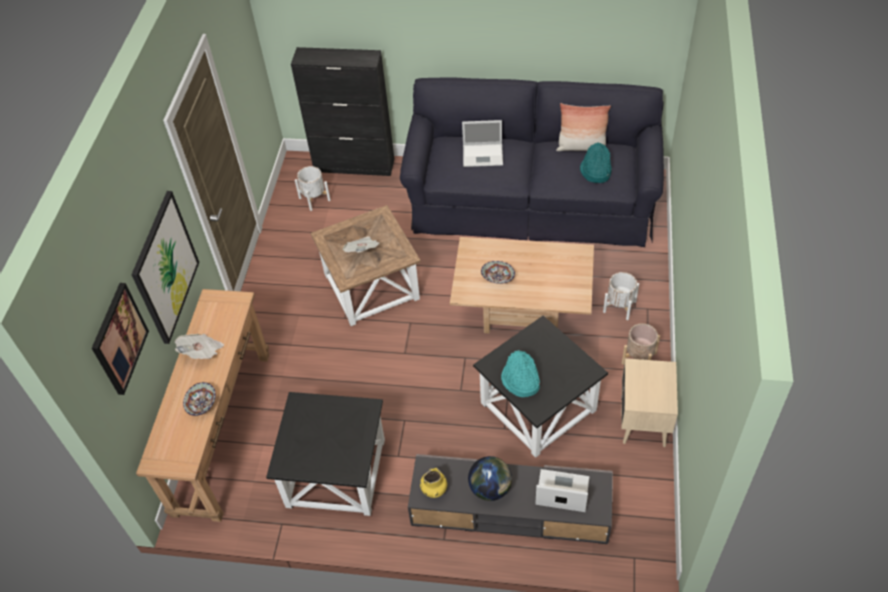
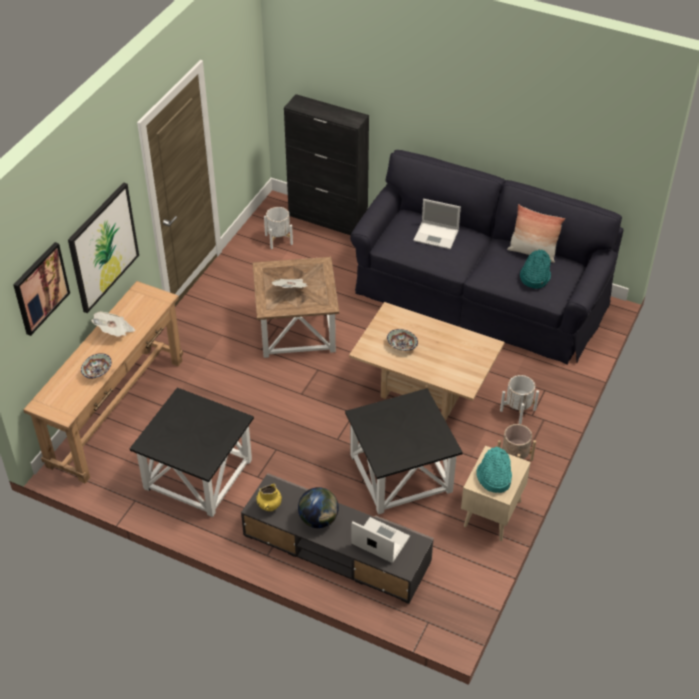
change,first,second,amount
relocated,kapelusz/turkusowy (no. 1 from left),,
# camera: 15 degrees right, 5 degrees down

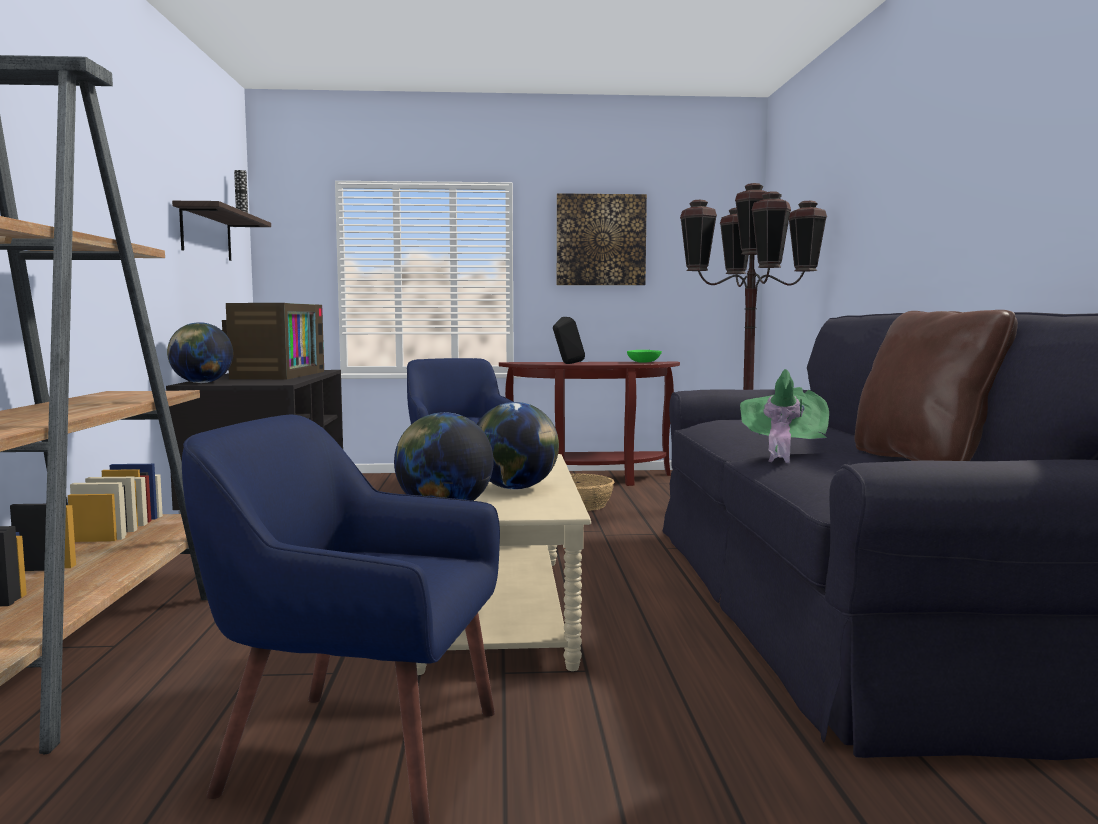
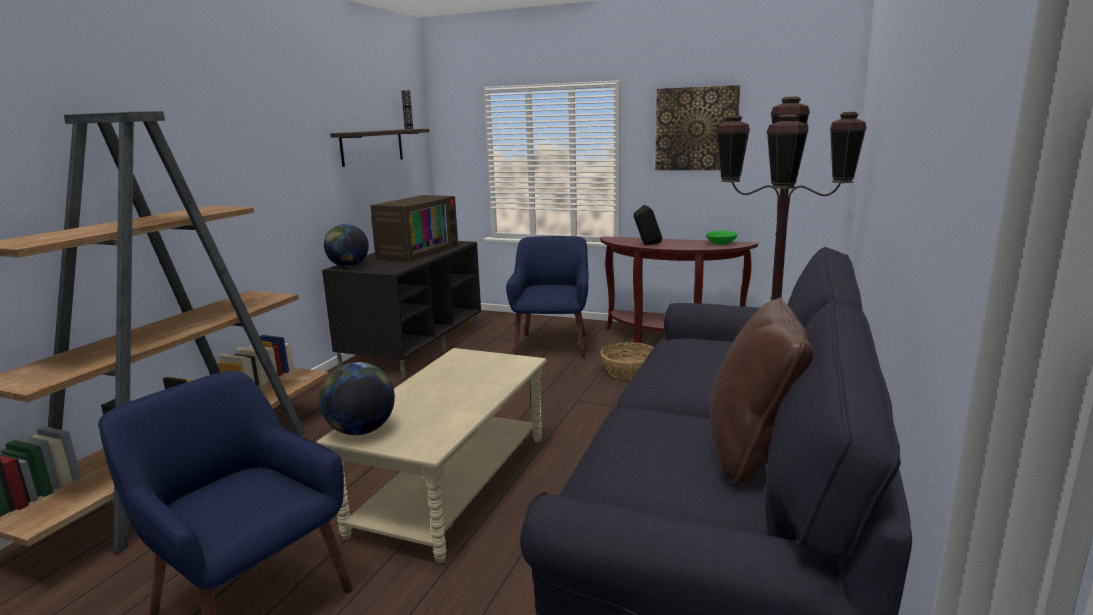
change,first,second,amount
missing,globus (no. 3 from left),,
missing,kapelusz/zielony,,
# camera: 25 degrees right, 10 degrees up

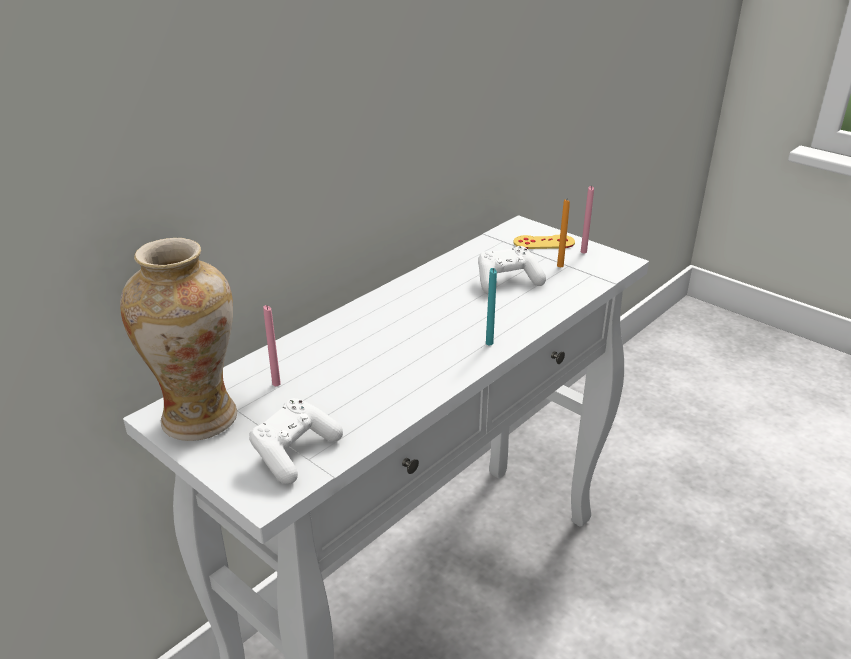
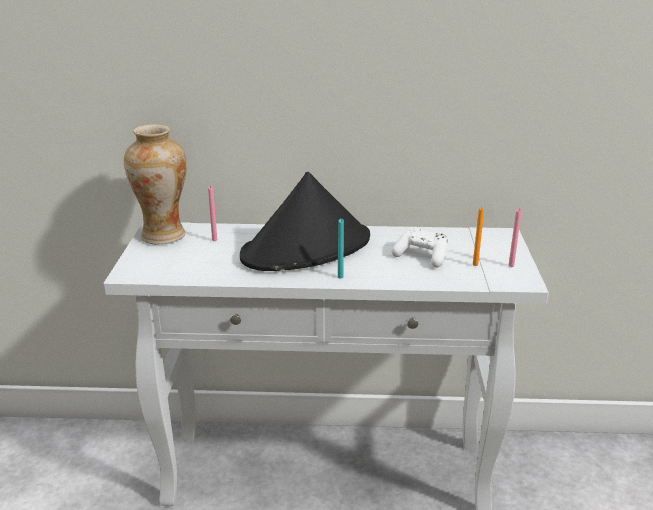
change,first,second,amount
missing,pad do gier/biały (no. 1 from left),,
missing,pad do gier/żółty,,
appeared,,kapelusz/czarny,
# camera: 50 degrees right, 5 degrees down

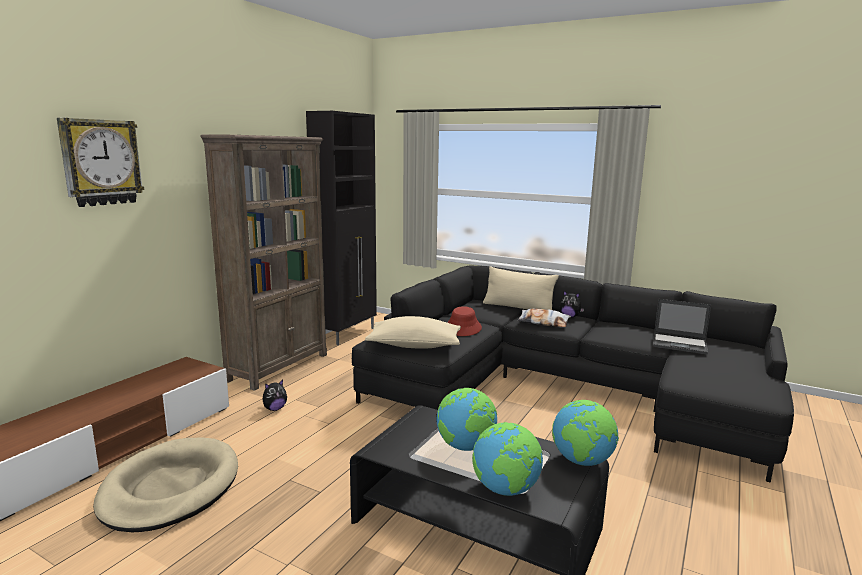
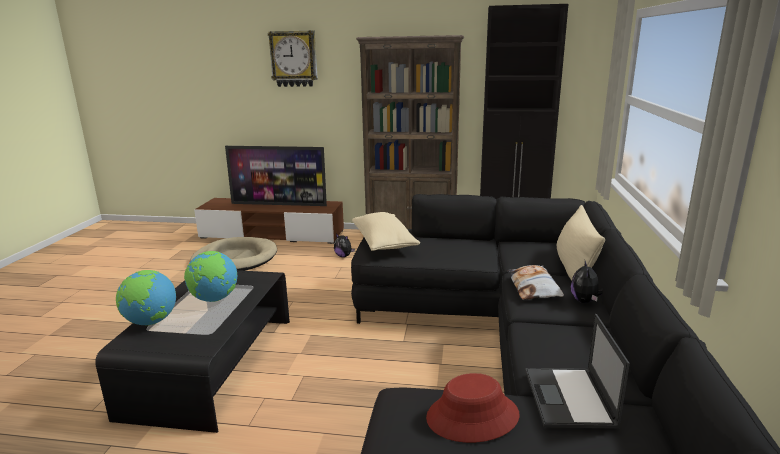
change,first,second,amount
missing,globus (no. 3 from left),,
appeared,,telewizor,
relocated,kapelusz/czerwony,,
# camera: 70 degrees right, 5 degrees up

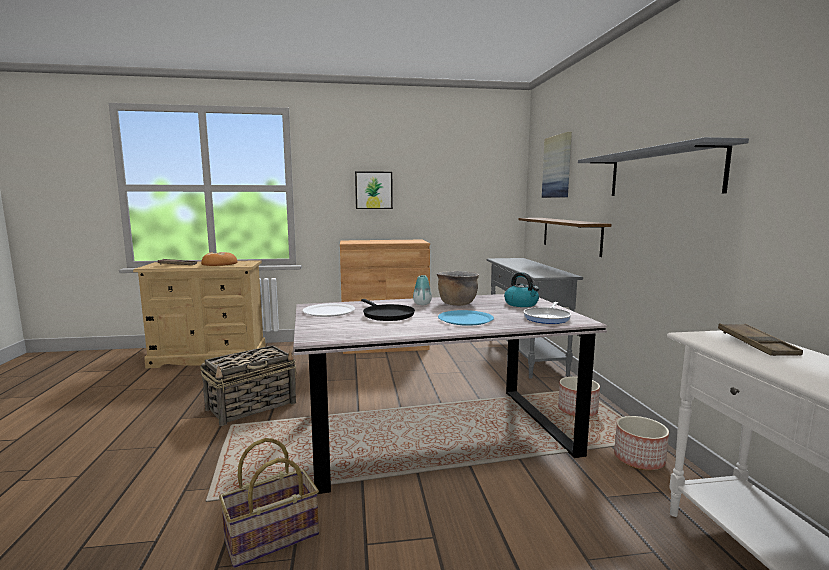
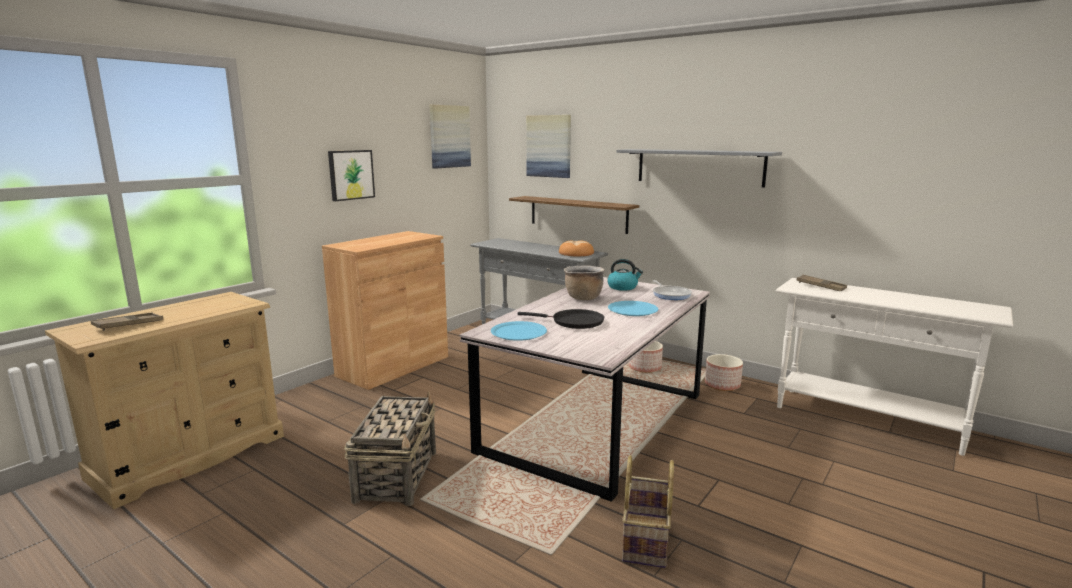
change,first,second,amount
missing,wazon,,
appeared,,obraz (no. 2 from left),
relocated,chleb,,
colour,talerz/biały,talerz/niebieski (no. 1 from left),
# camera: 45 degrees left, 5 degrees up

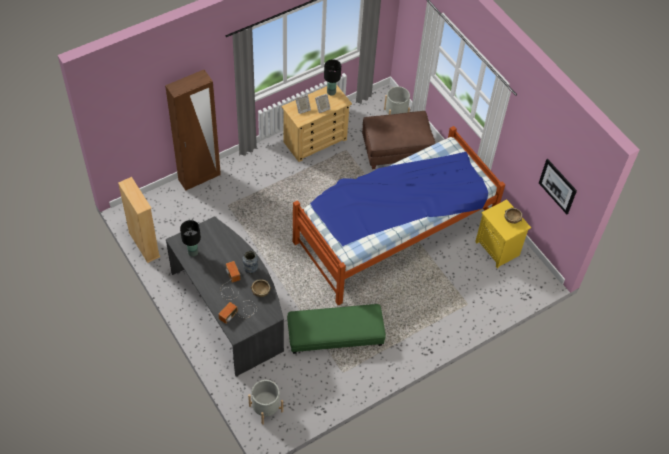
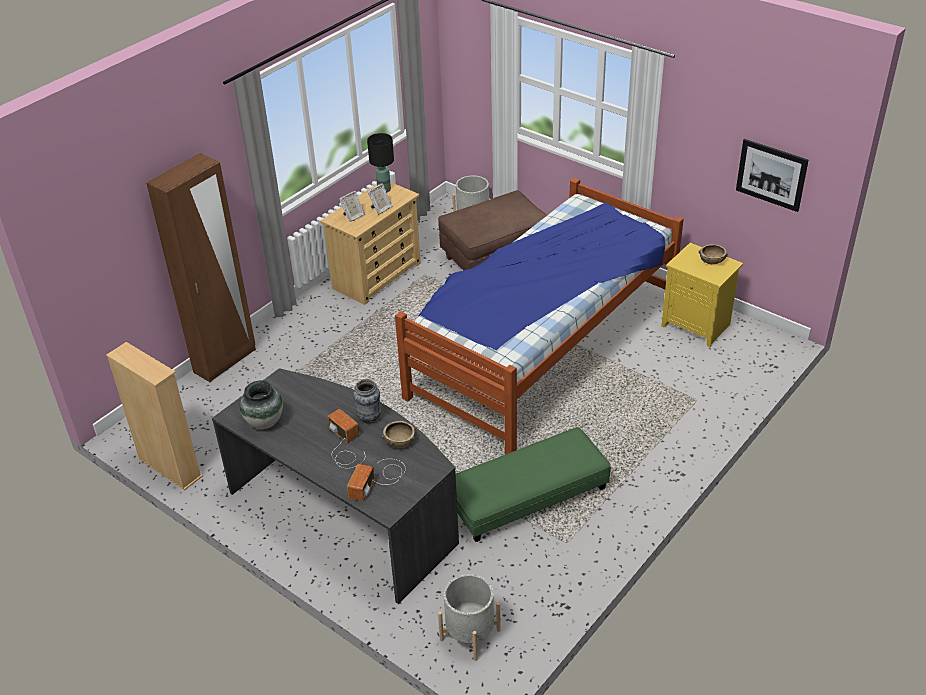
change,first,second,amount
exchanged,lampa stołowa/czarny (no. 1 from left),wazon (no. 1 from left),
# camera: 15 degrees left, 15 degrees down

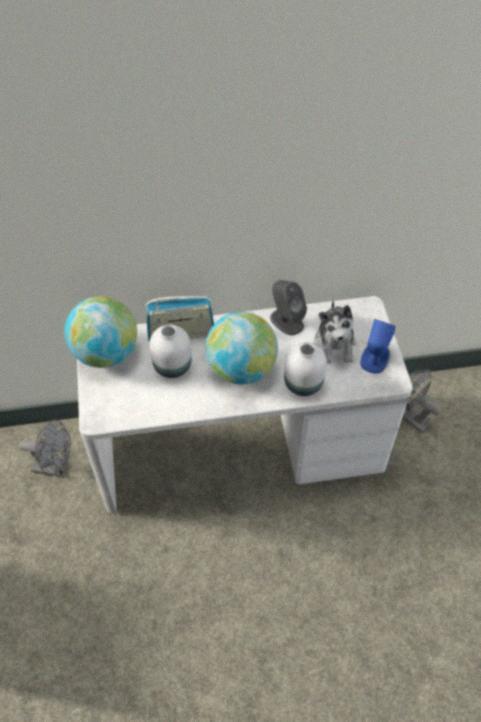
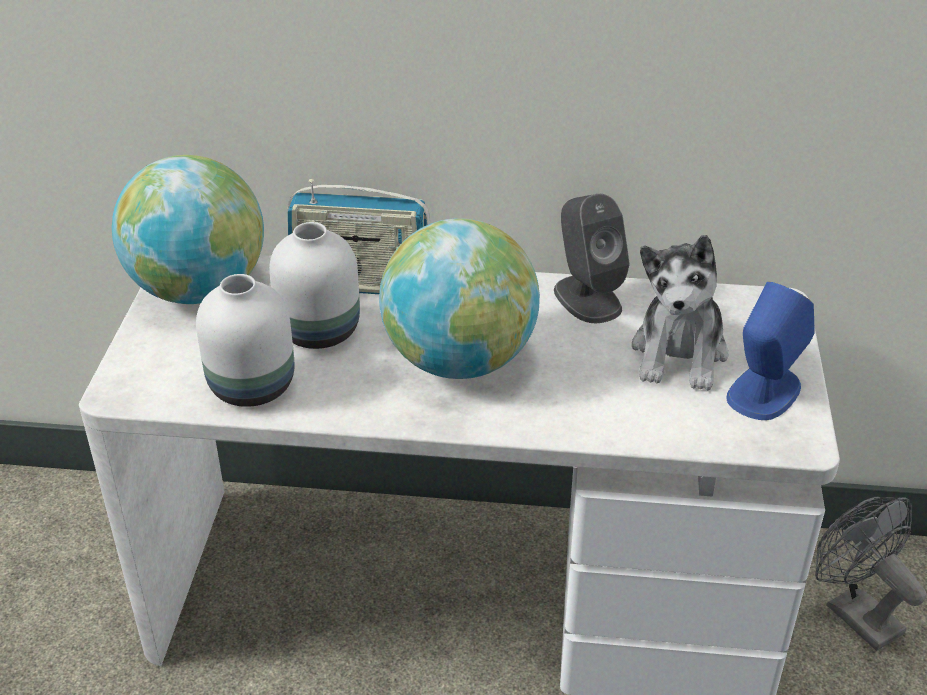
change,first,second,amount
missing,wentylator/szary (no. 1 from left),,
relocated,wazon/biały (no. 2 from left in the first image),wazon/biały (no. 1 from left),
# camera: 15 degrees right, 15 degrees down

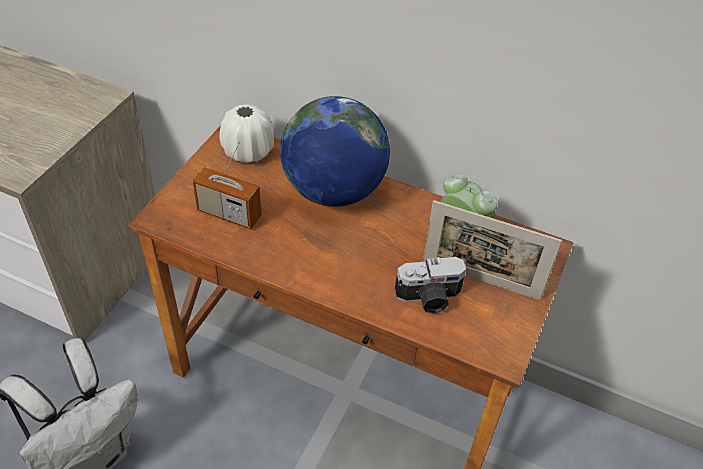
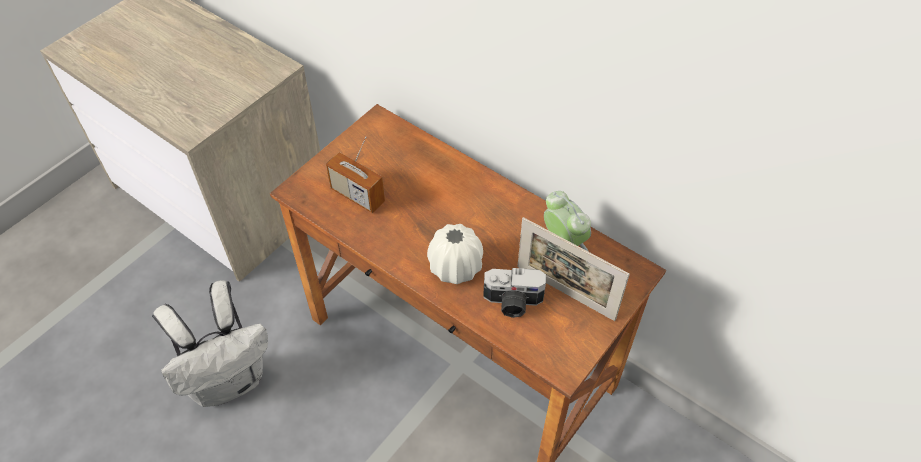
change,first,second,amount
missing,globus,,
relocated,wazon/biały,,
# camera: 15 degrees right, 5 degrees up

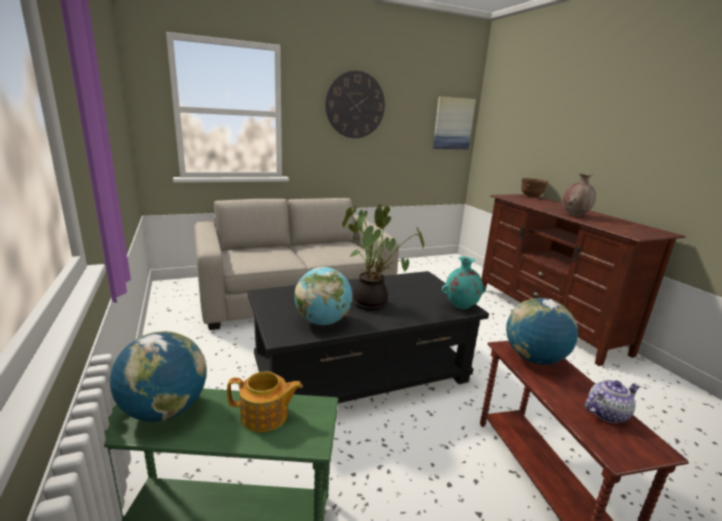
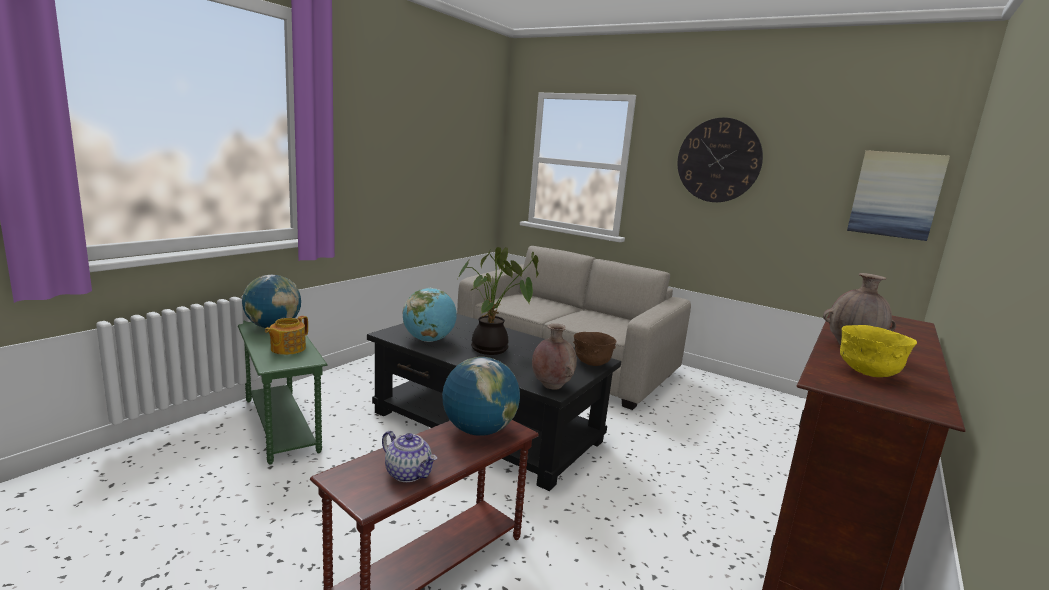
change,first,second,amount
appeared,,miska/żółty,
relocated,miska/brązowy,,
colour,wazon/turkusowy,wazon/brązowy (no. 1 from left),
spun,imbryk (no. 1 from left),,60 degrees clockwise
# camera: 55 degrees right, 5 degrees down

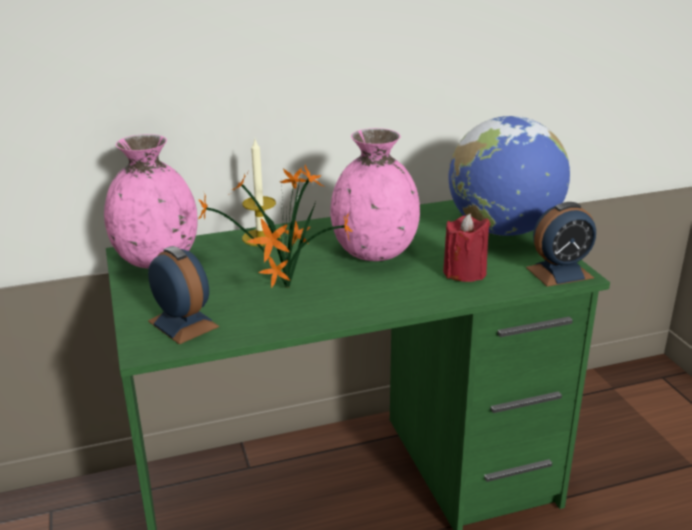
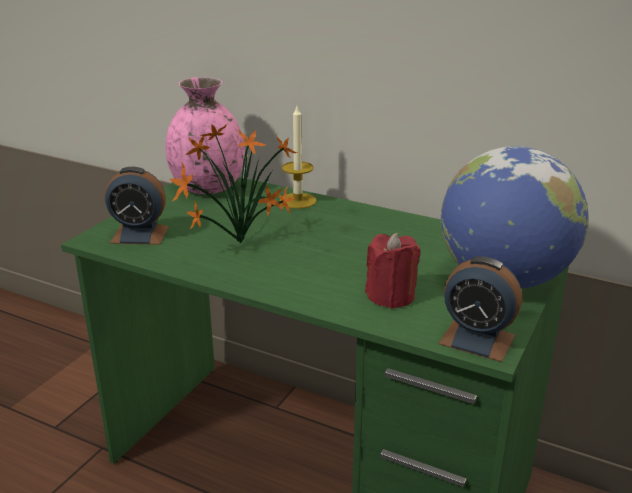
change,first,second,amount
missing,wazon/różowy (no. 2 from left),,
spun,budzik (no. 1 from left),,90 degrees clockwise
# camera: 45 degrees right, 0 degrees up

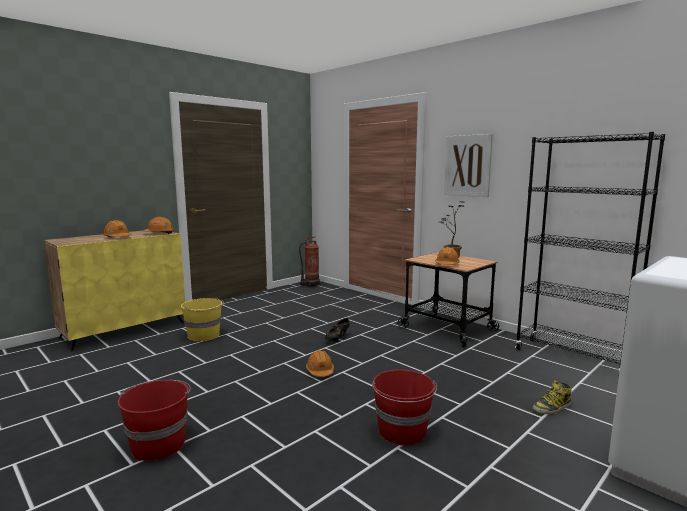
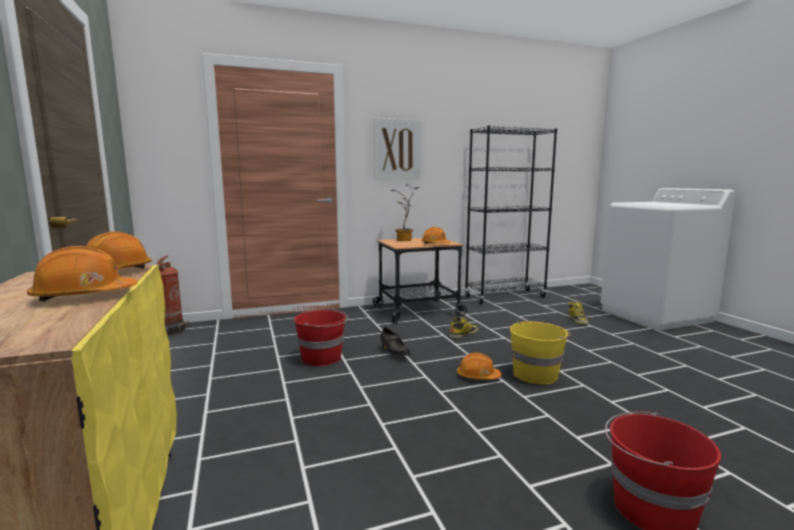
change,first,second,amount
appeared,,but z cholewką (no. 1 from left),
relocated,wiadro/żółty,,
relocated,wiadro/czerwony (no. 2 from left in the first image),wiadro/czerwony (no. 1 from left),
# camera: 65 degrees left, 0 degrees up

